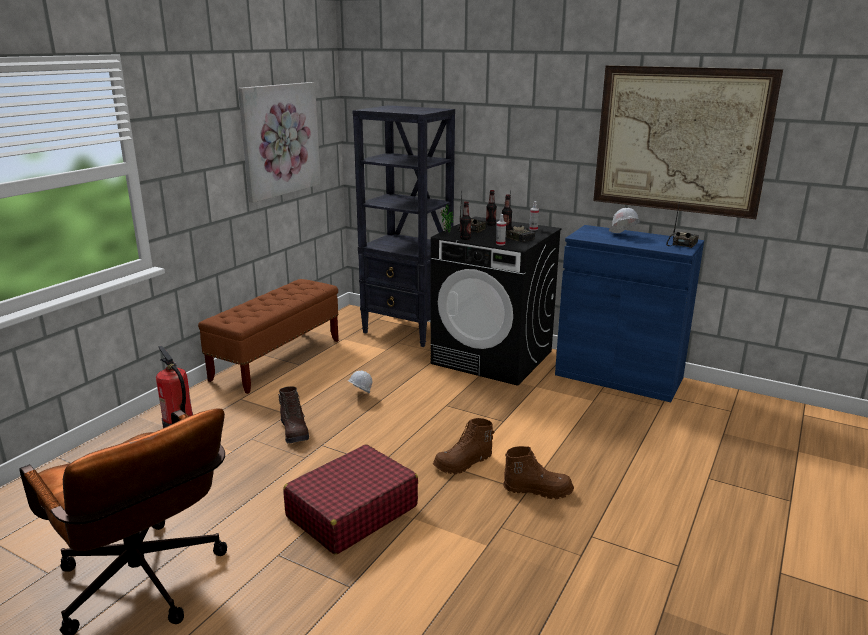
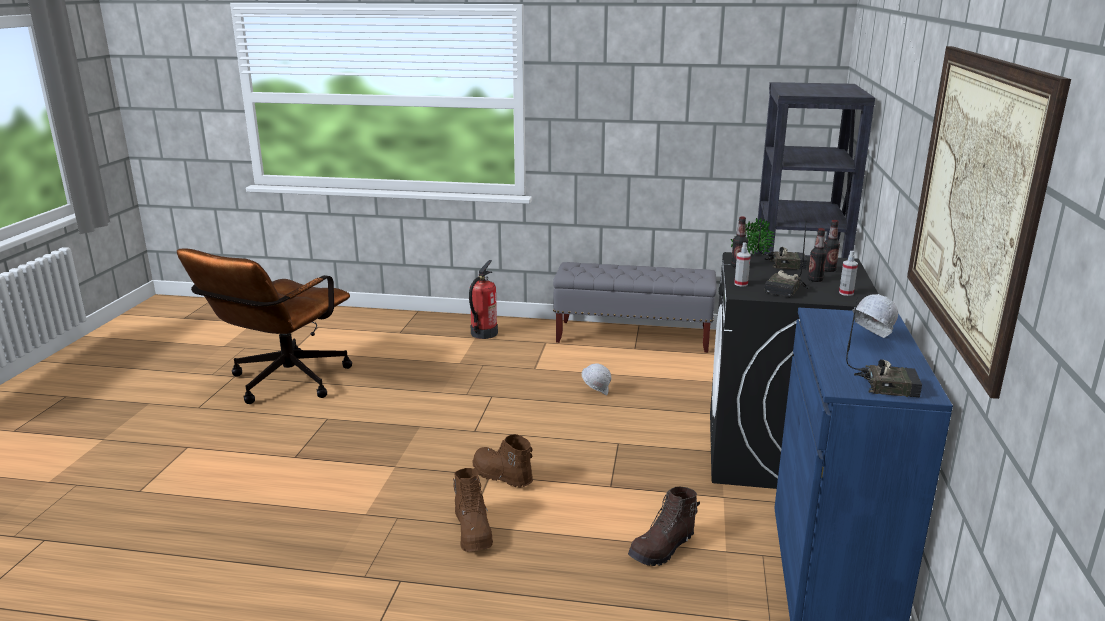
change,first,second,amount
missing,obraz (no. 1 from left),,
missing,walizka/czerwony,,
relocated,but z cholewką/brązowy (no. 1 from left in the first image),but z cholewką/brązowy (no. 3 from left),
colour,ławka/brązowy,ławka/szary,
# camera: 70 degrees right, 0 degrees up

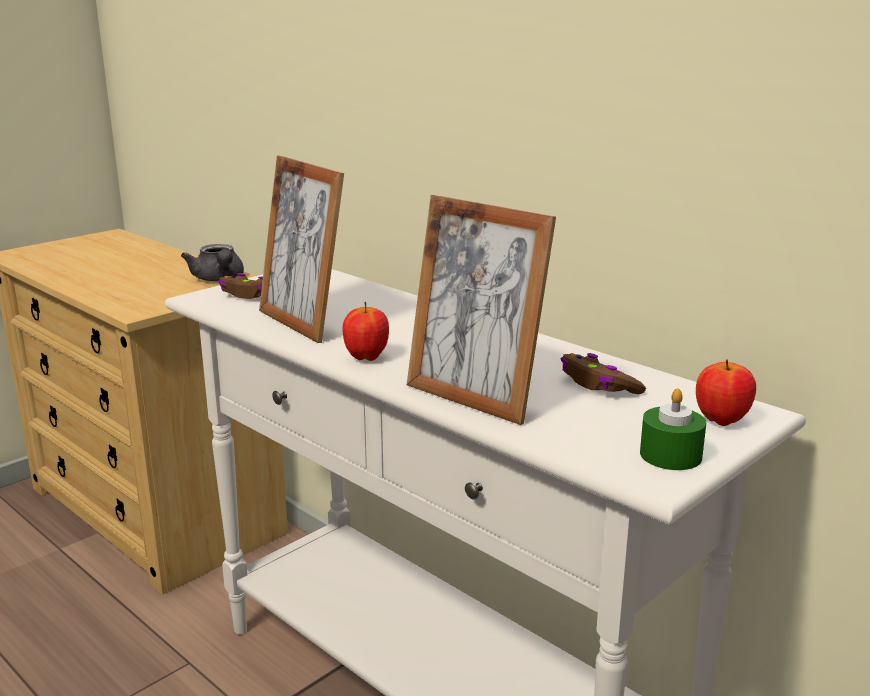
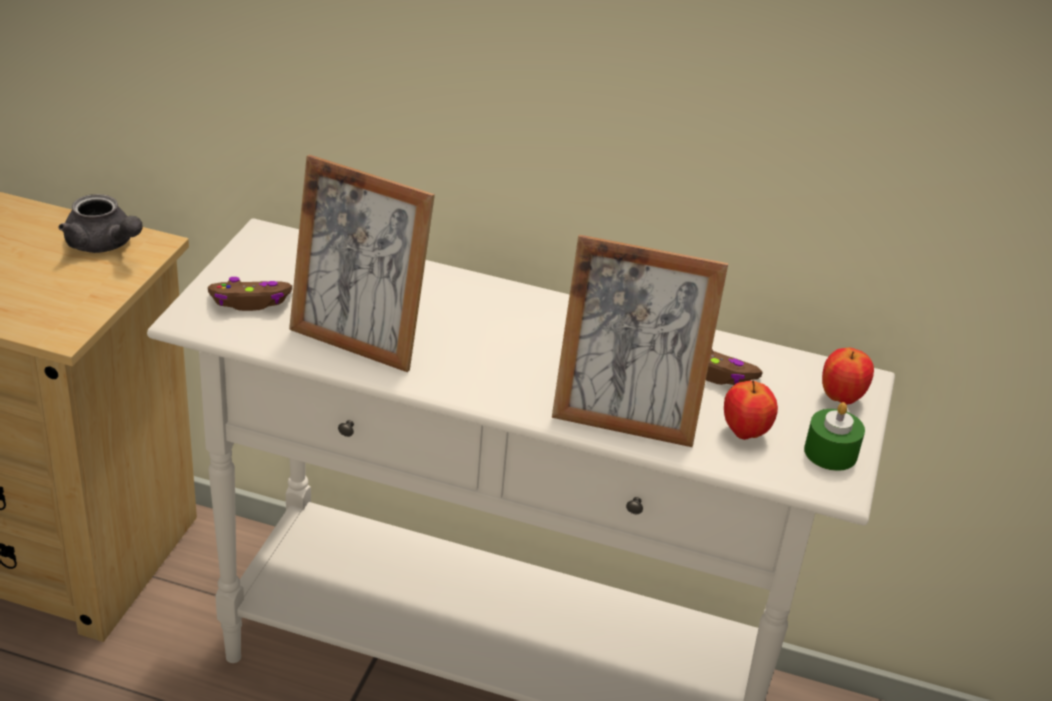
change,first,second,amount
relocated,jabłko (no. 1 from left),,
# camera: 30 degrees left, 15 degrees up

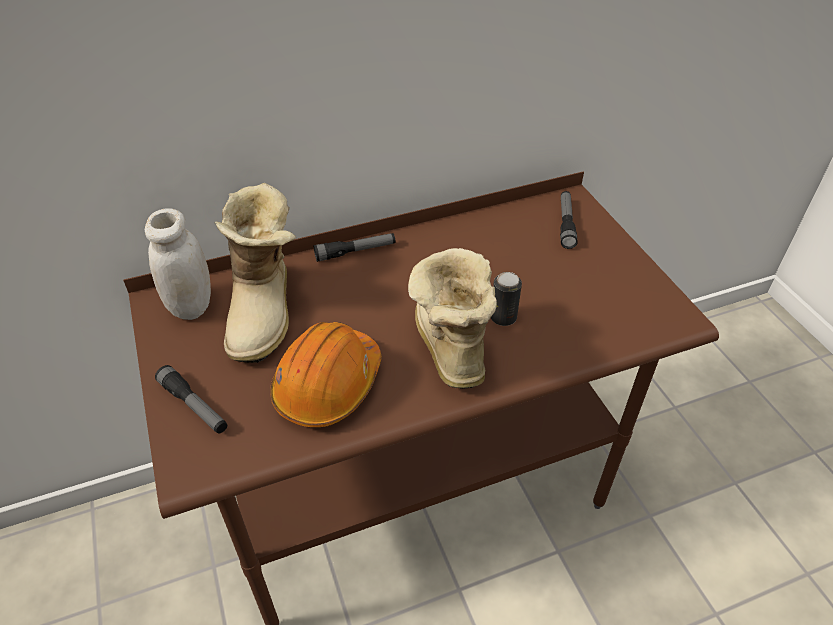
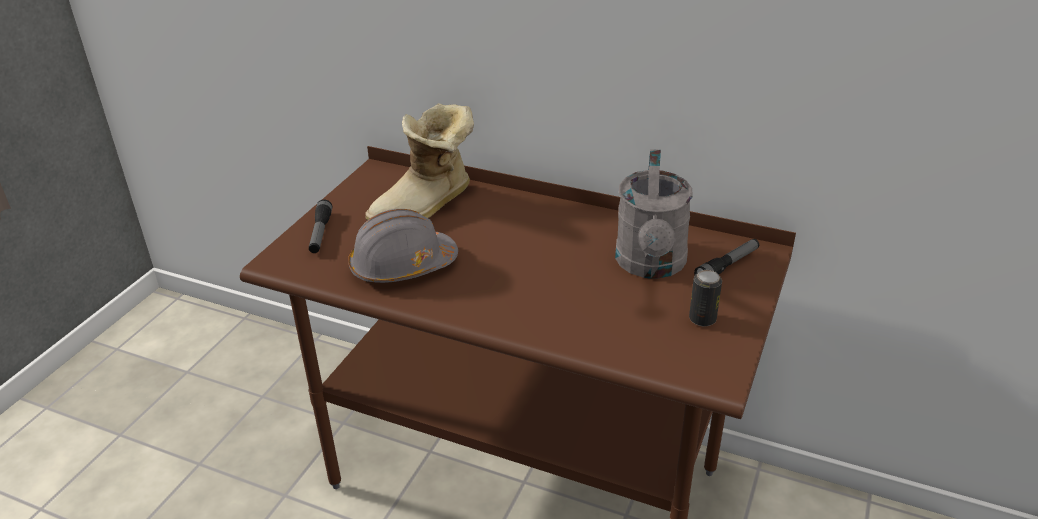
change,first,second,amount
missing,słoik/biały,,
missing,latarka (no. 2 from left),,
missing,but z cholewką (no. 2 from left),,
appeared,,konewka/szary,
relocated,puszka,,
colour,kask/pomarańczowy,kask/szary,
# camera: 45 degrees right, 10 degrees down

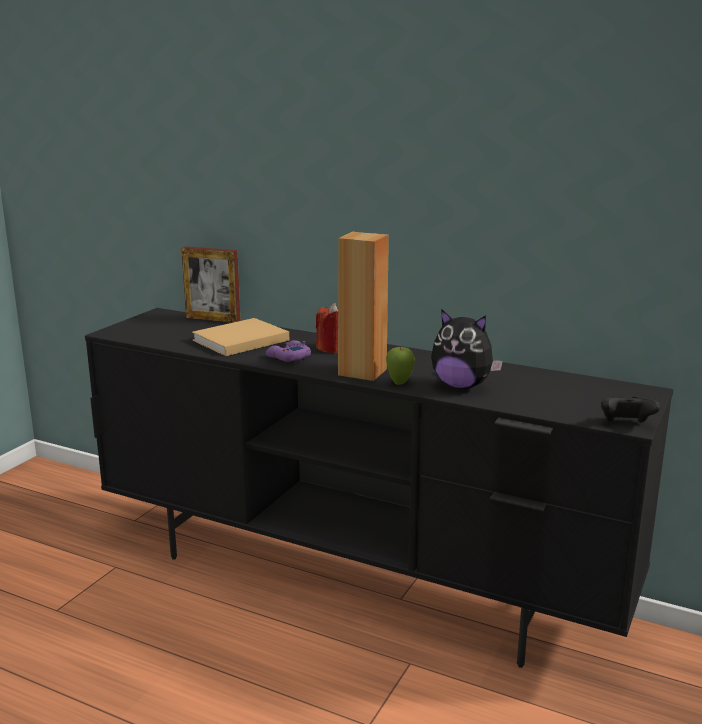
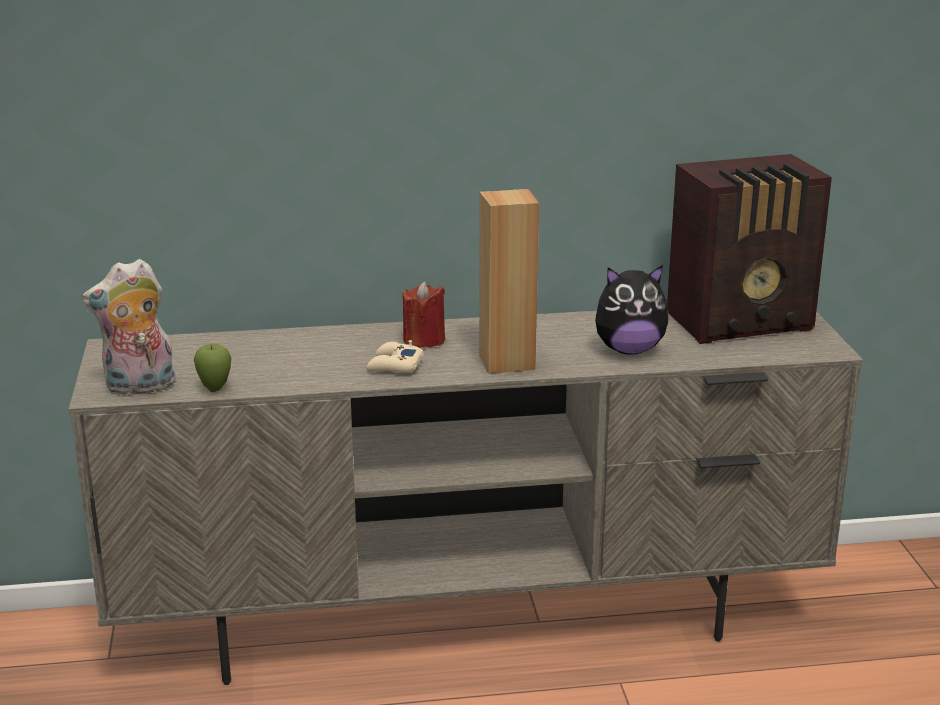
change,first,second,amount
missing,ramka na zdjęcie,,
missing,książka/beżowy,,
missing,pad do gier/czarny,,
appeared,,pluszak (no. 1 from left),
appeared,,radio,
relocated,jabłko,,
colour,szafka pod telewizor/czarny,szafka pod telewizor/beżowy,
colour,pad do gier/fioletowy,pad do gier/beżowy,
# camera: 35 degrees left, 5 degrees up

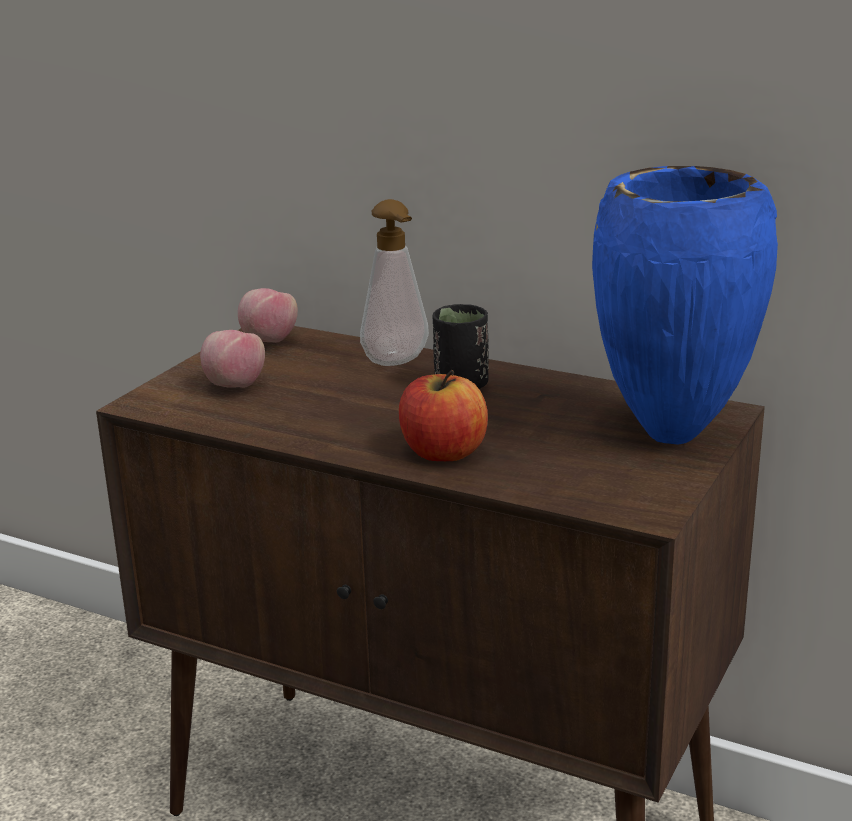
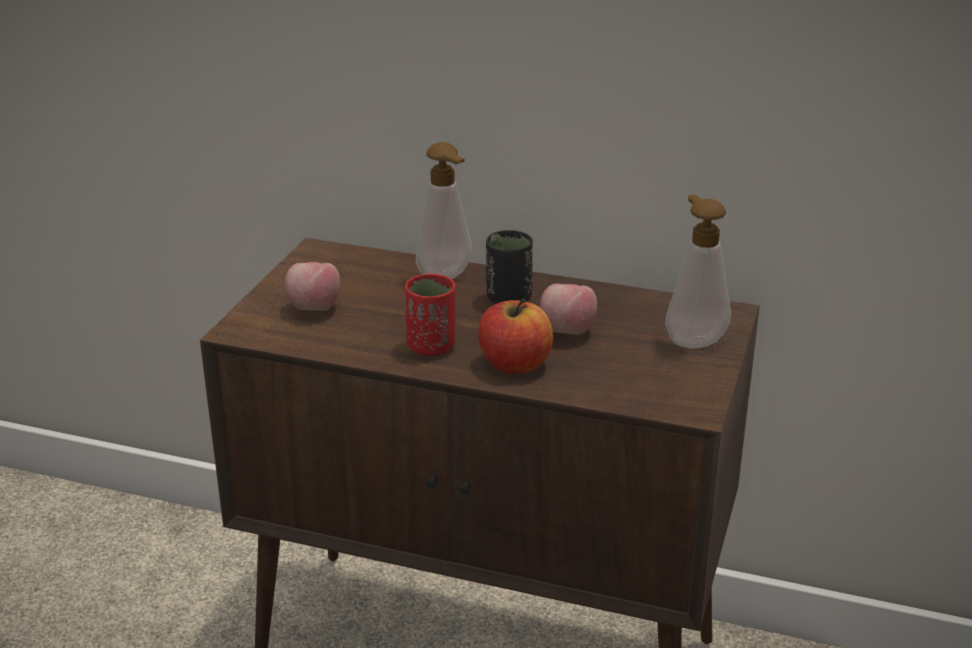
change,first,second,amount
appeared,,filiżanka/czerwony,
relocated,jabłko (no. 2 from left in the first image),jabłko (no. 3 from left),
exchanged,wazon/niebieski,dozownik mydła (no. 2 from left),
# camera: 10 degrees left, 5 degrees up

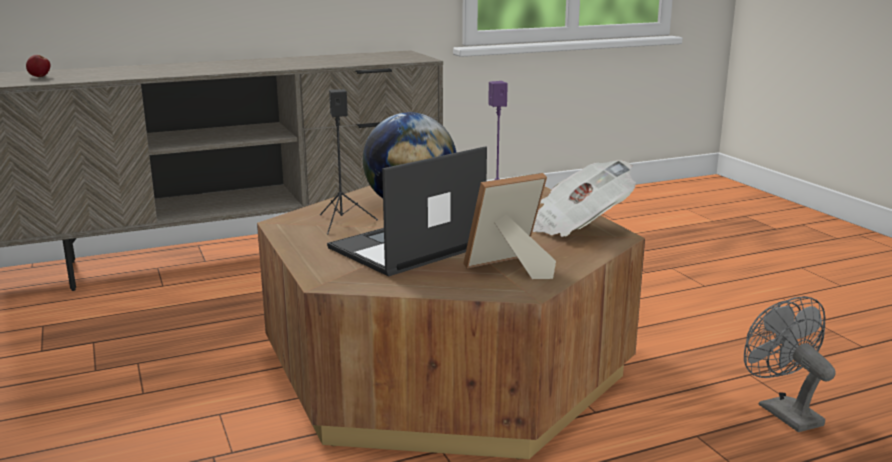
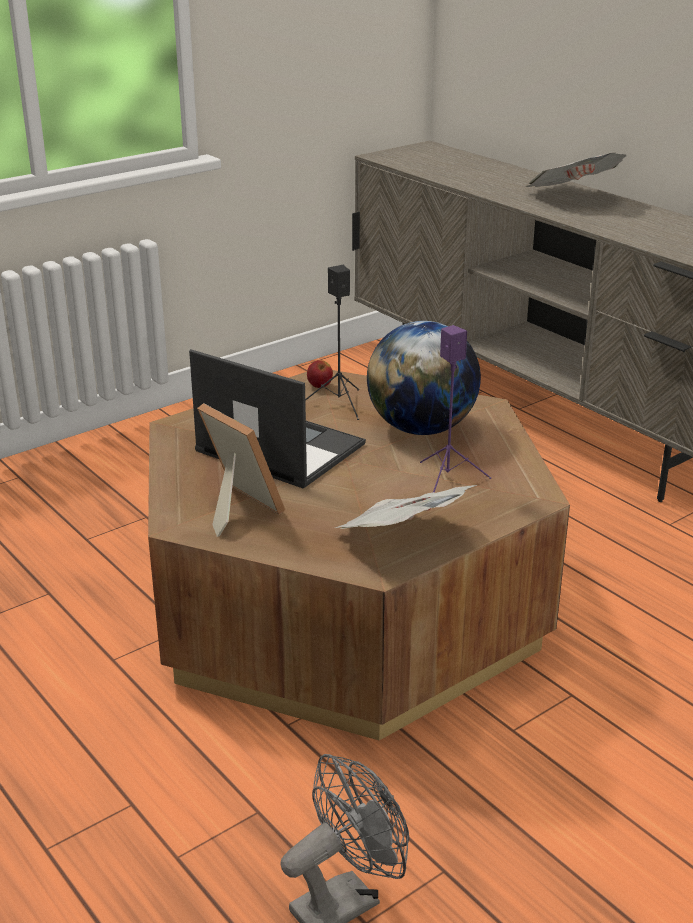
change,first,second,amount
appeared,,gazeta (no. 2 from left),
relocated,jabłko,,
# camera: 75 degrees right, 10 degrees up

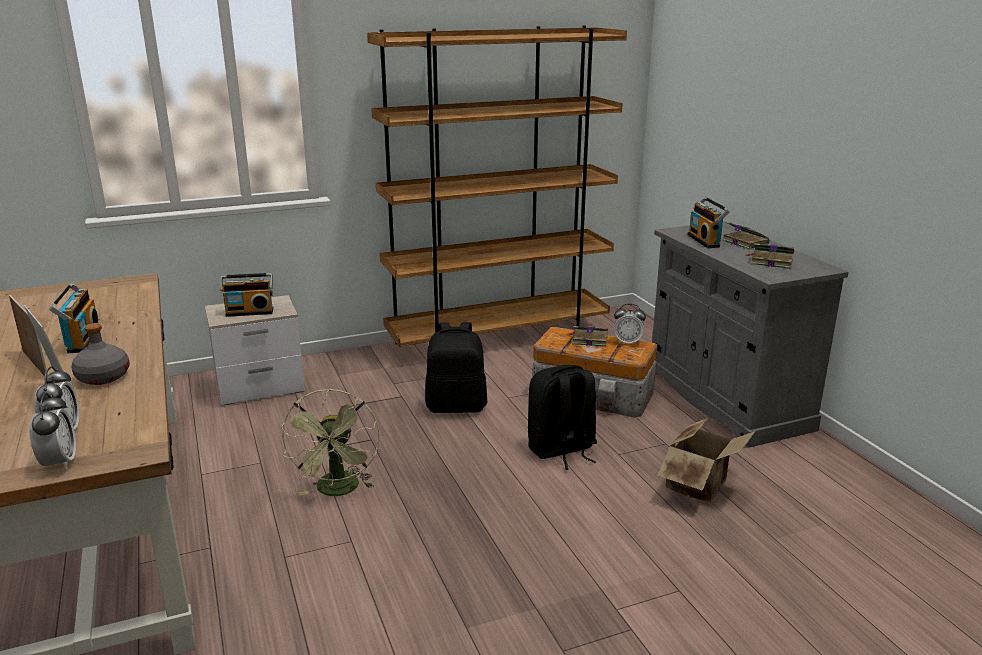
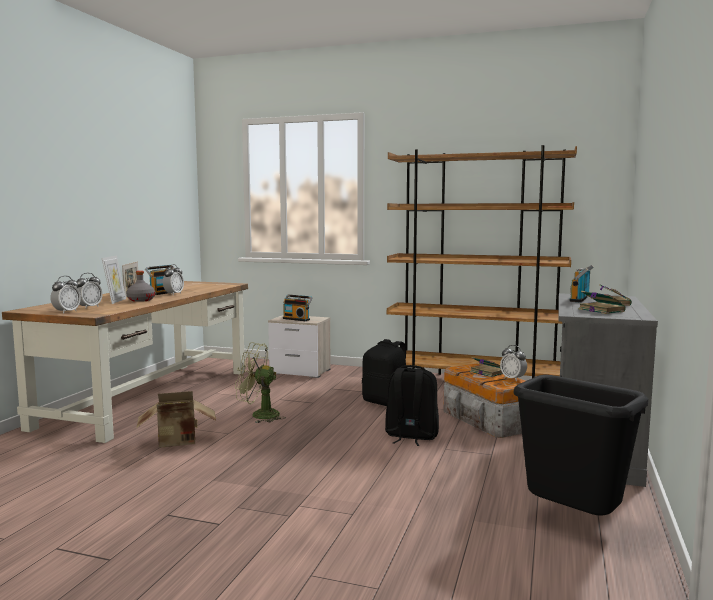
change,first,second,amount
appeared,,budzik (no. 3 from left),
appeared,,kosz na śmieci/czarny,
relocated,karton,,
spun,wentylator/zielony,,60 degrees clockwise
# camera: 40 degrees right, 15 degrees down

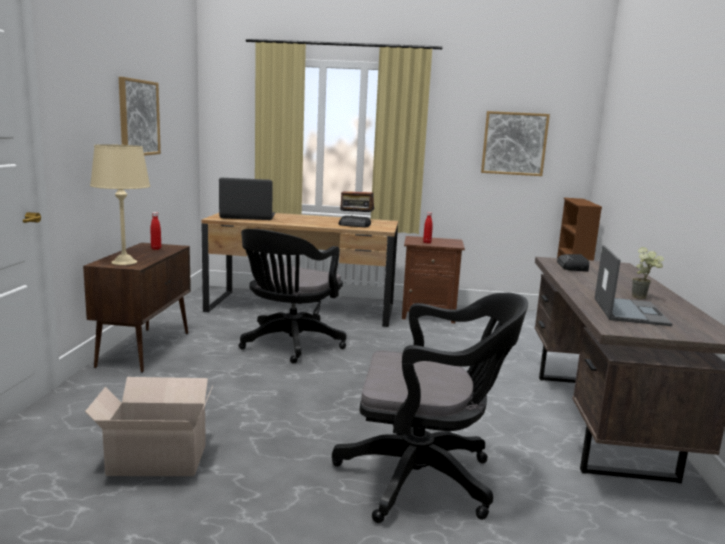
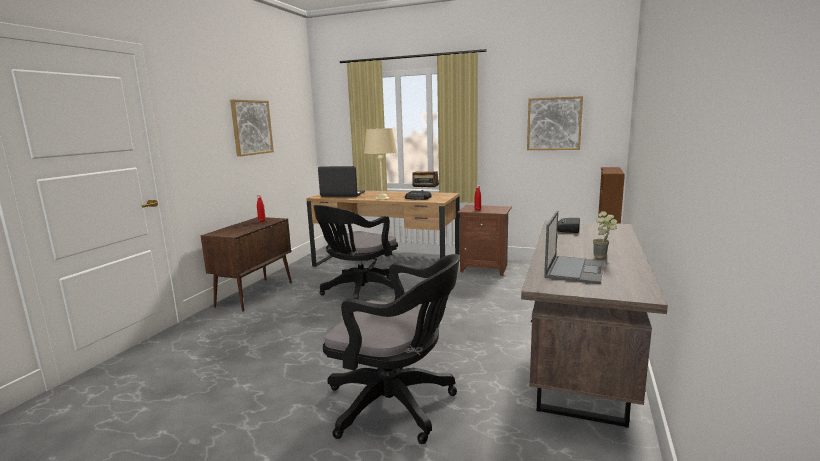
change,first,second,amount
missing,karton,,
relocated,lampa stołowa/beżowy,,
# camera: 15 degrees right, 0 degrees up

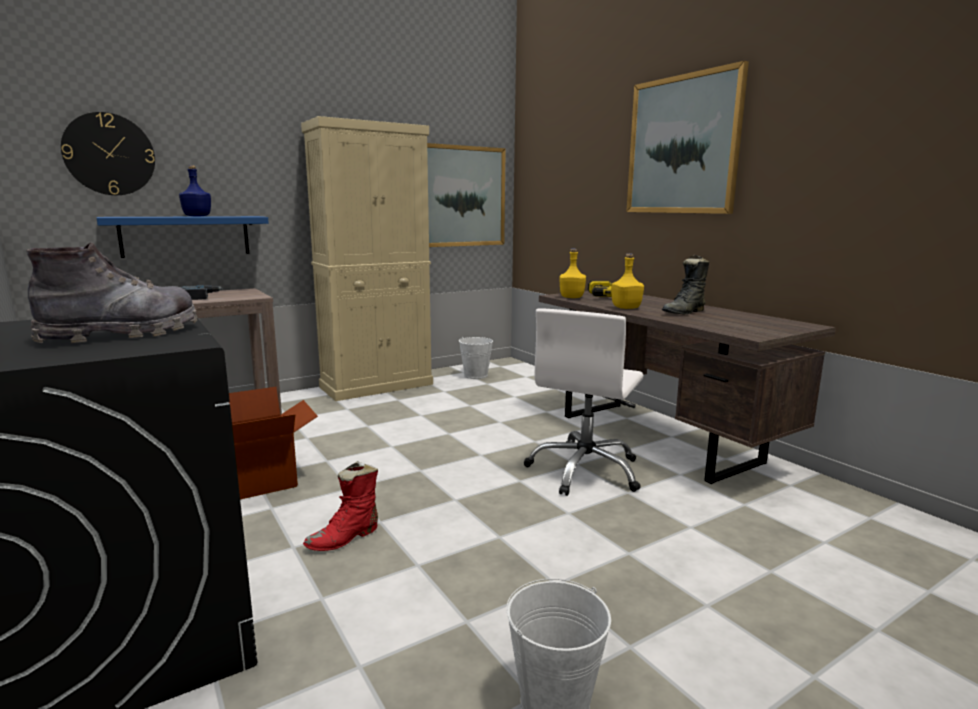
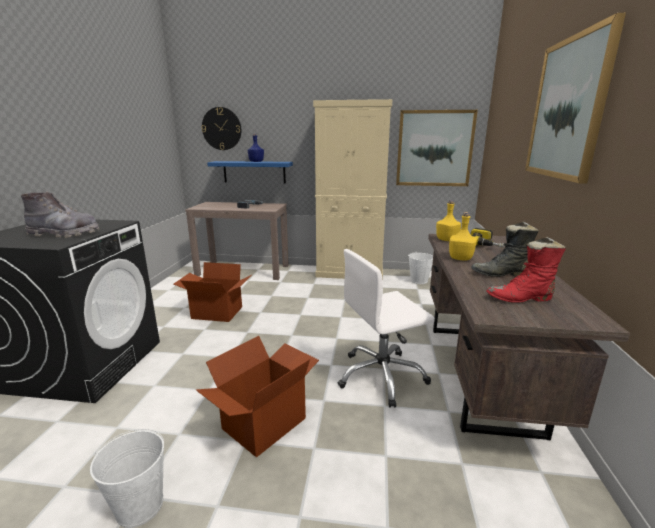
change,first,second,amount
appeared,,karton (no. 2 from left),
relocated,but z cholewką/czerwony,,
# camera: 40 degrees right, 5 degrees up

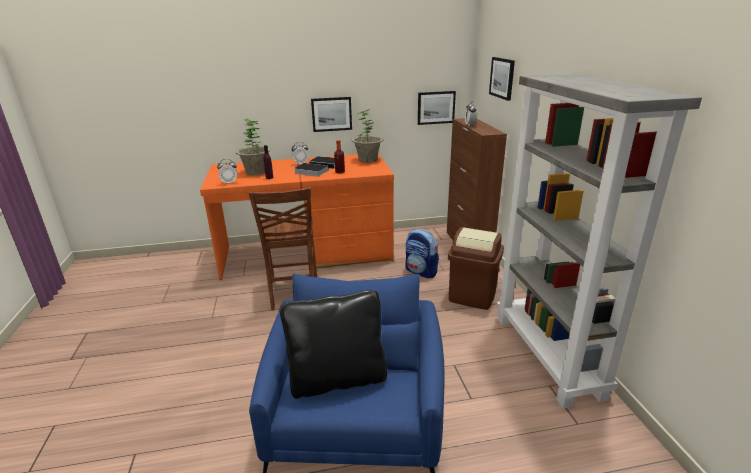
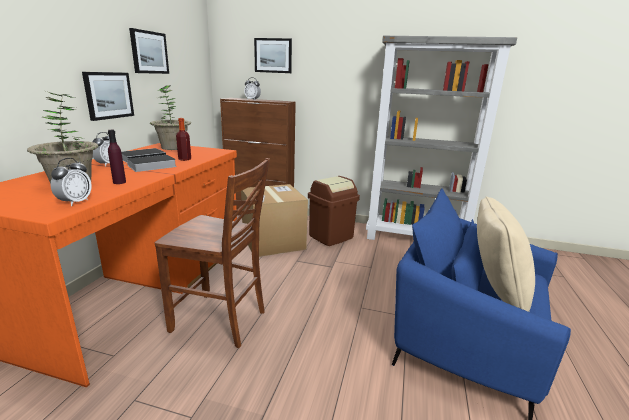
change,first,second,amount
relocated,obraz (no. 2 from left),,
exchanged,plecak,karton,
colour,poduszka/czarny,poduszka/beżowy,
# camera: 65 degrees left, 5 degrees down

